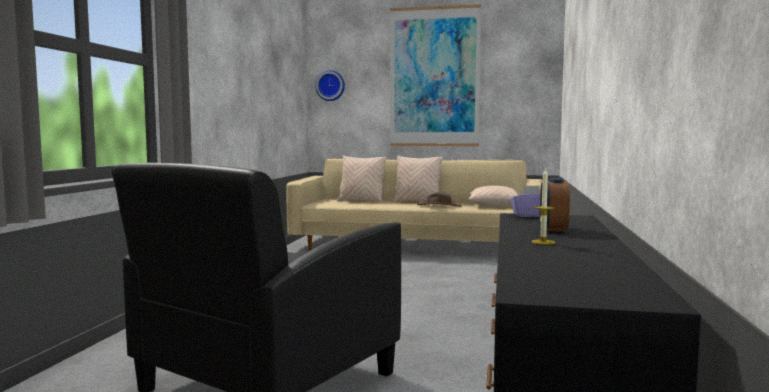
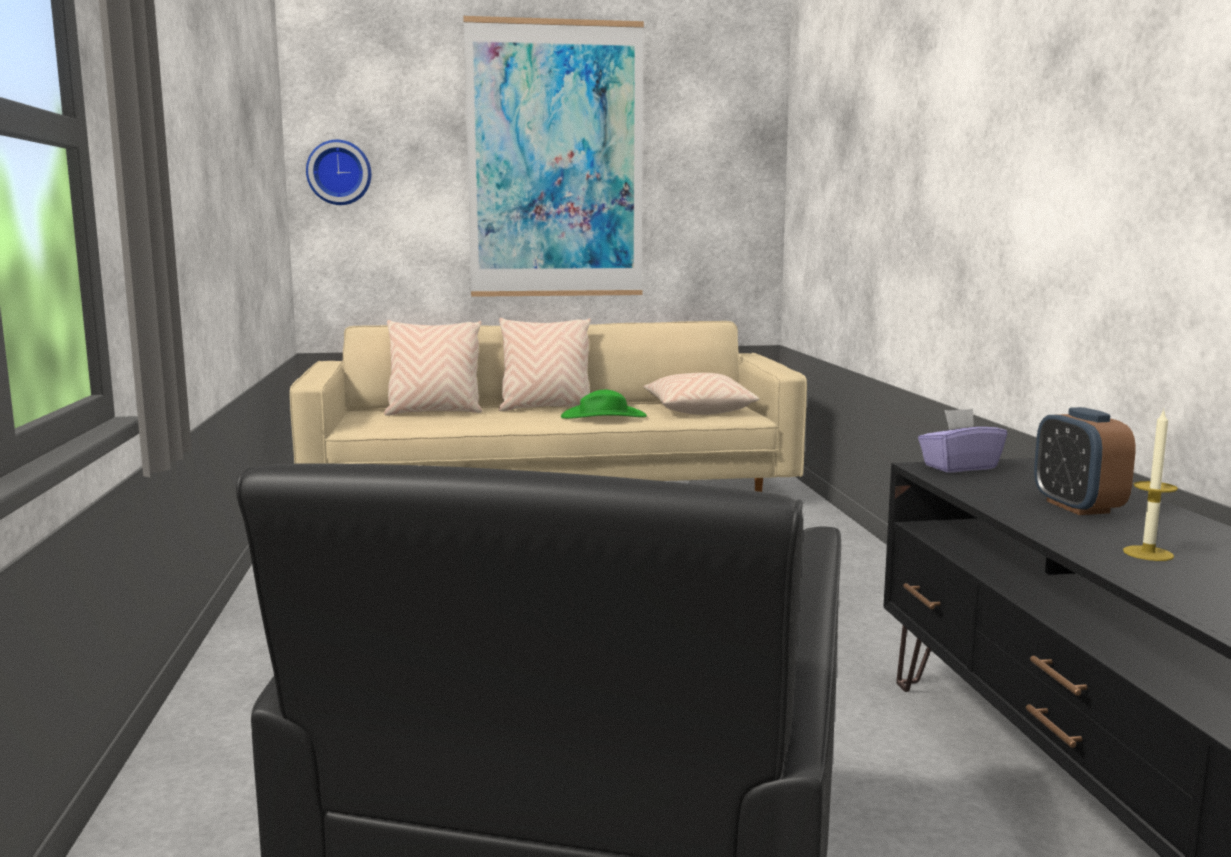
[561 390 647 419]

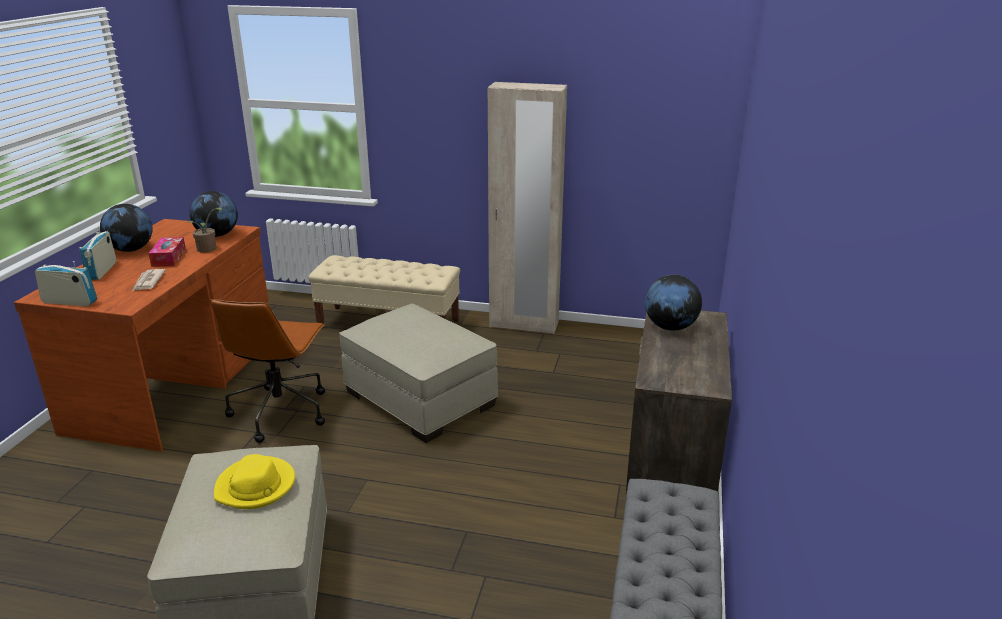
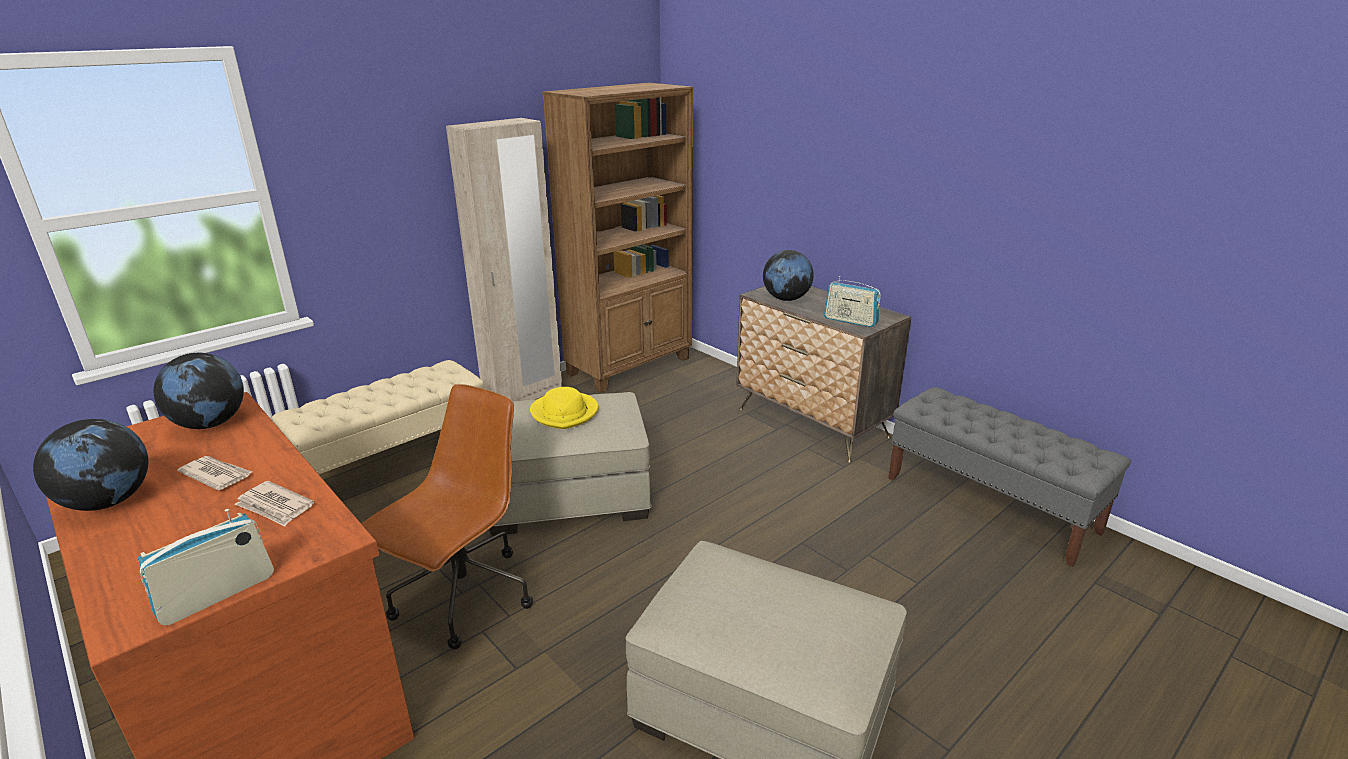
[188 207 223 253] (first image)
[824 276 881 327]
[177 456 252 490]
[361 384 533 650]
[530 387 598 429]
[542 83 693 393]

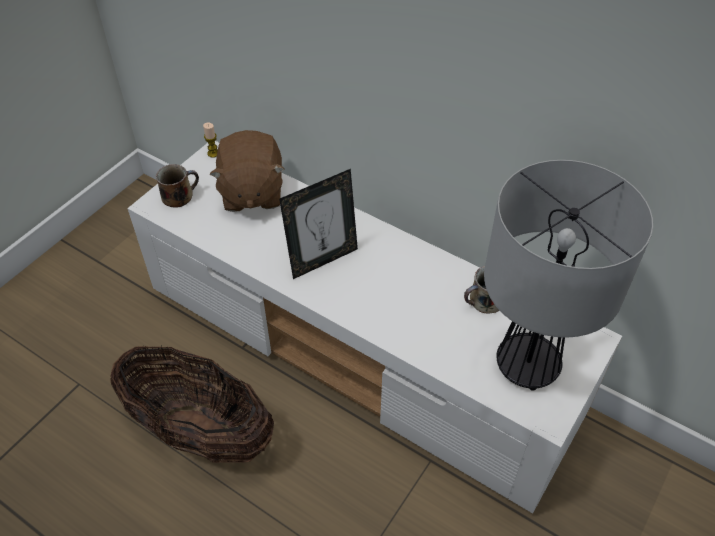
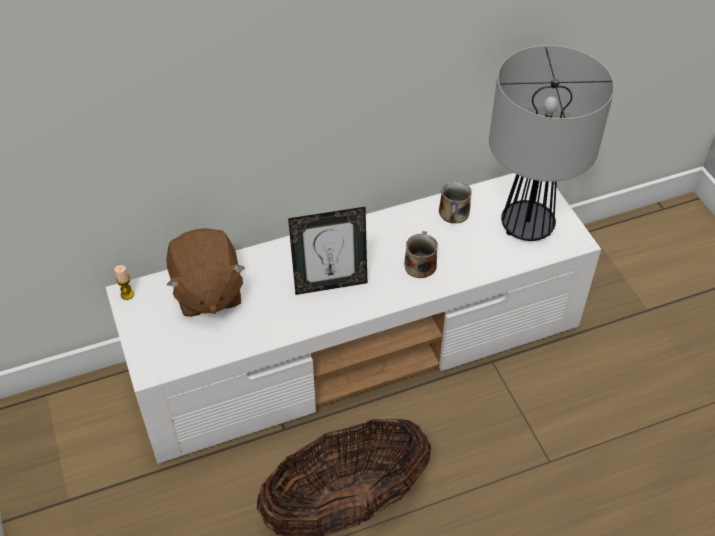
[166 228 245 317]
[404 231 438 278]
[288 207 367 295]

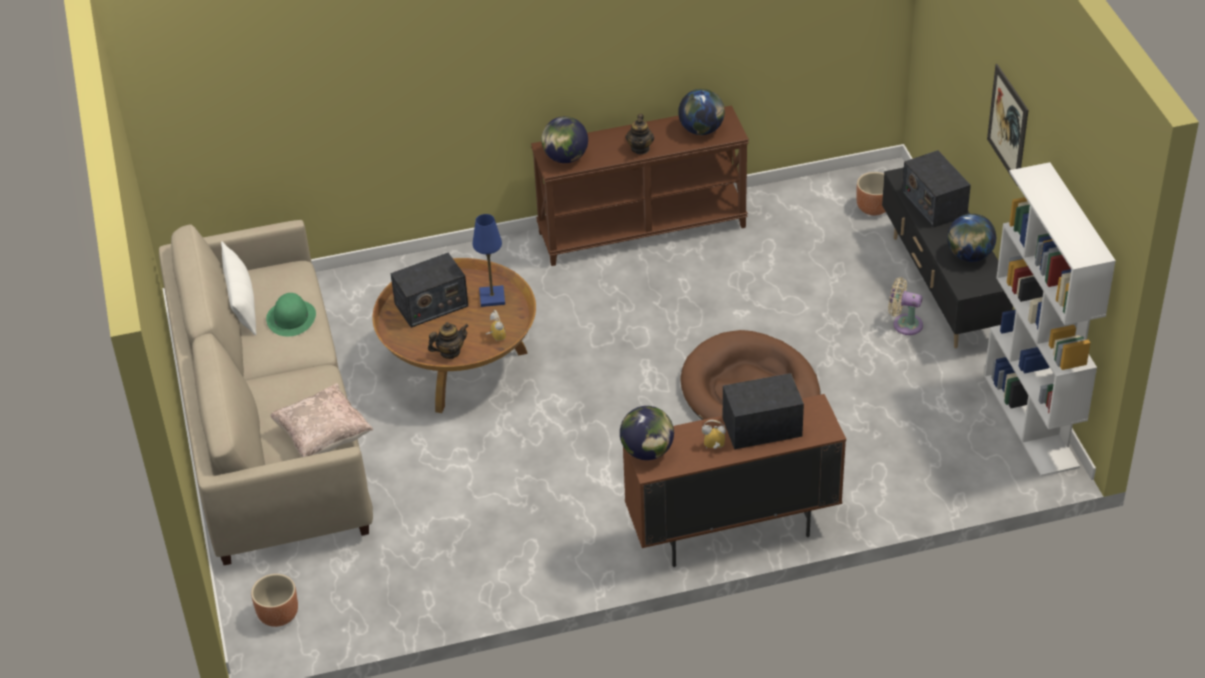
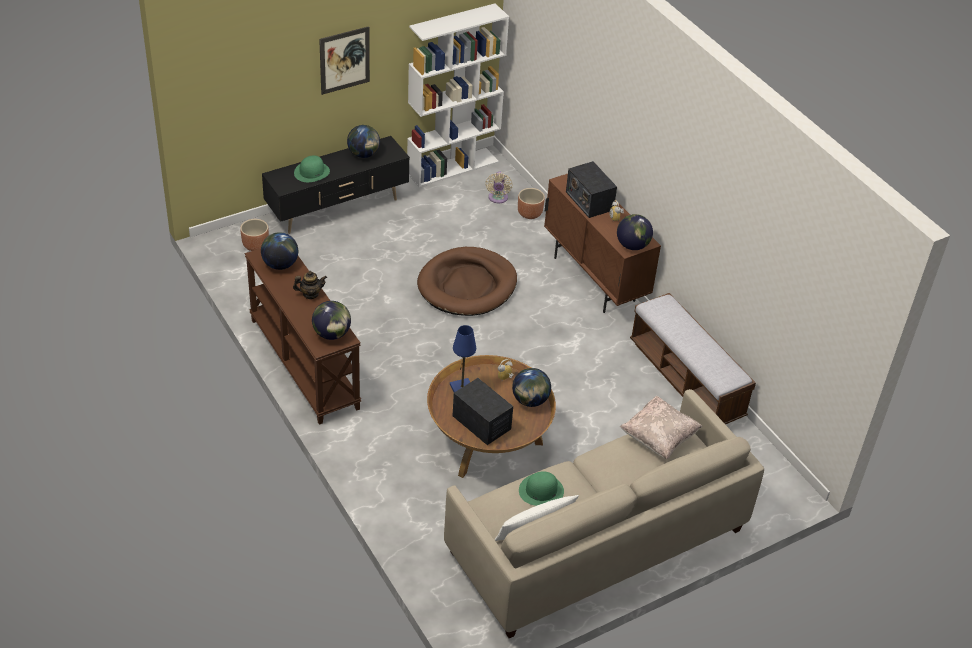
[294 155 330 182]
[485 172 512 203]
[512 368 551 407]
[518 188 545 219]
[630 293 756 424]

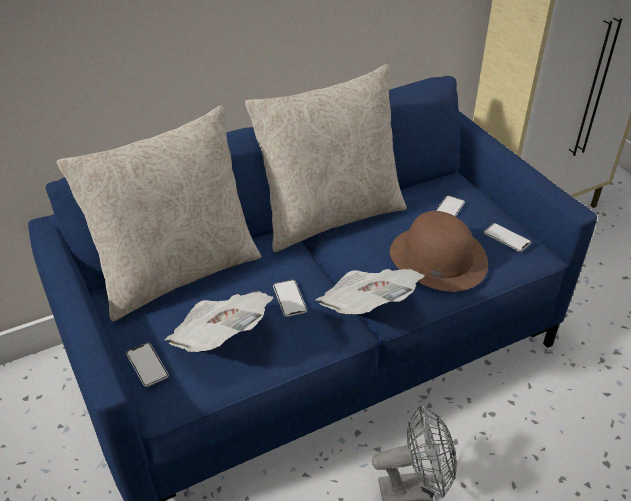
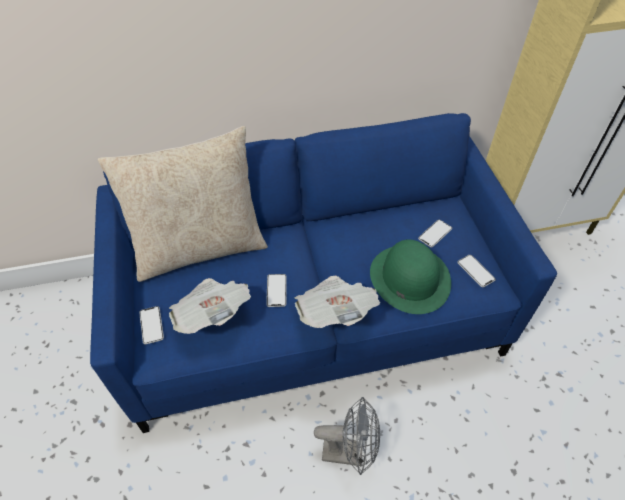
[245 64 407 252] (first image)
[370 239 451 314]

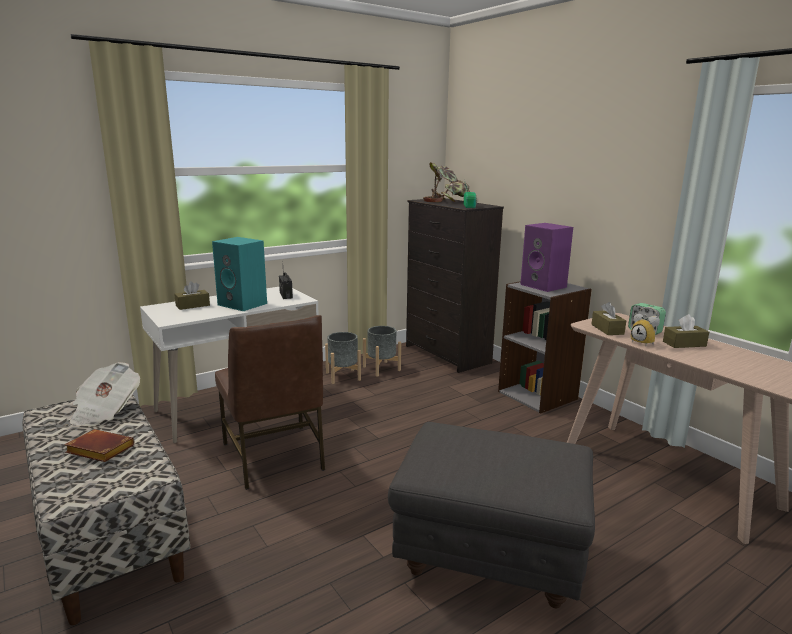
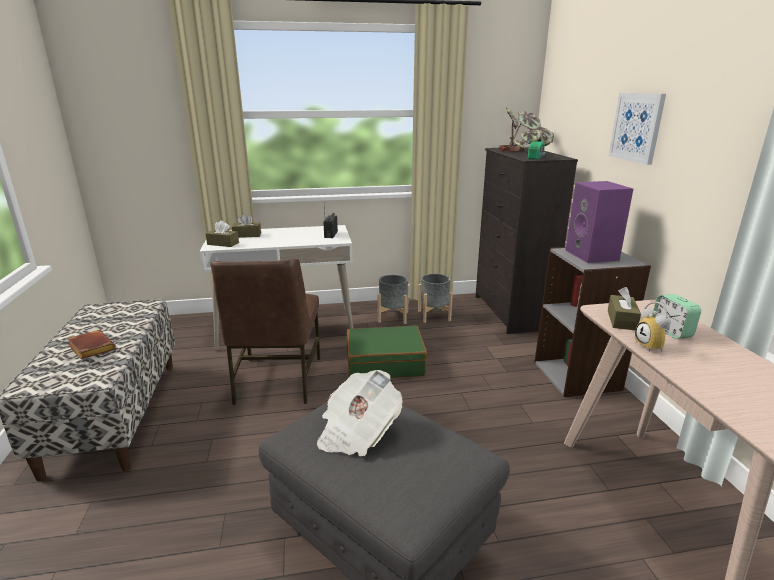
[212 237 267 311] (first image)
[205 221 239 247]
[317 370 403 457]
[609 93 666 165]
[347 325 427 378]

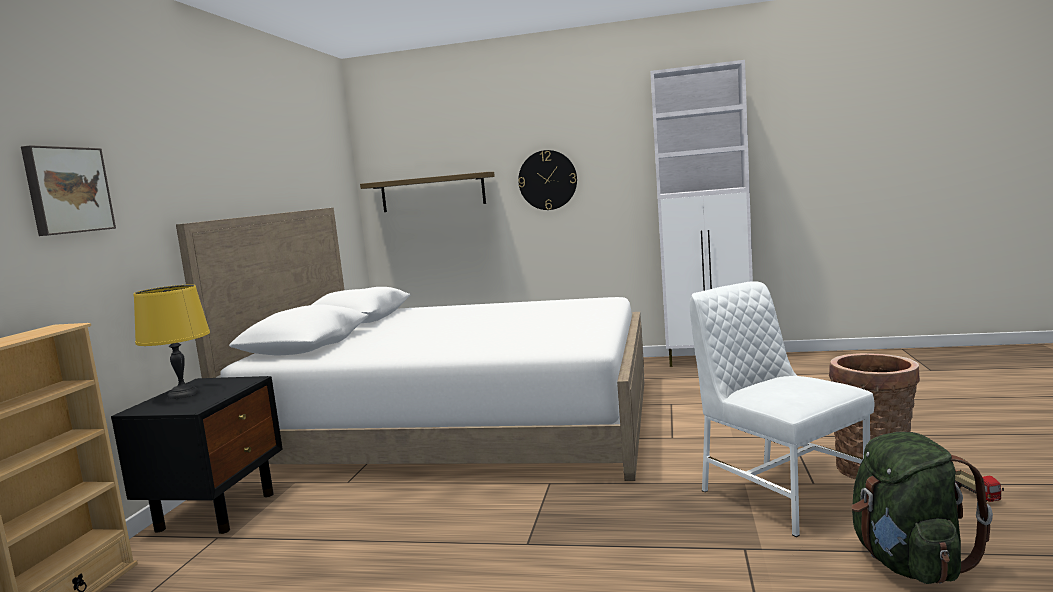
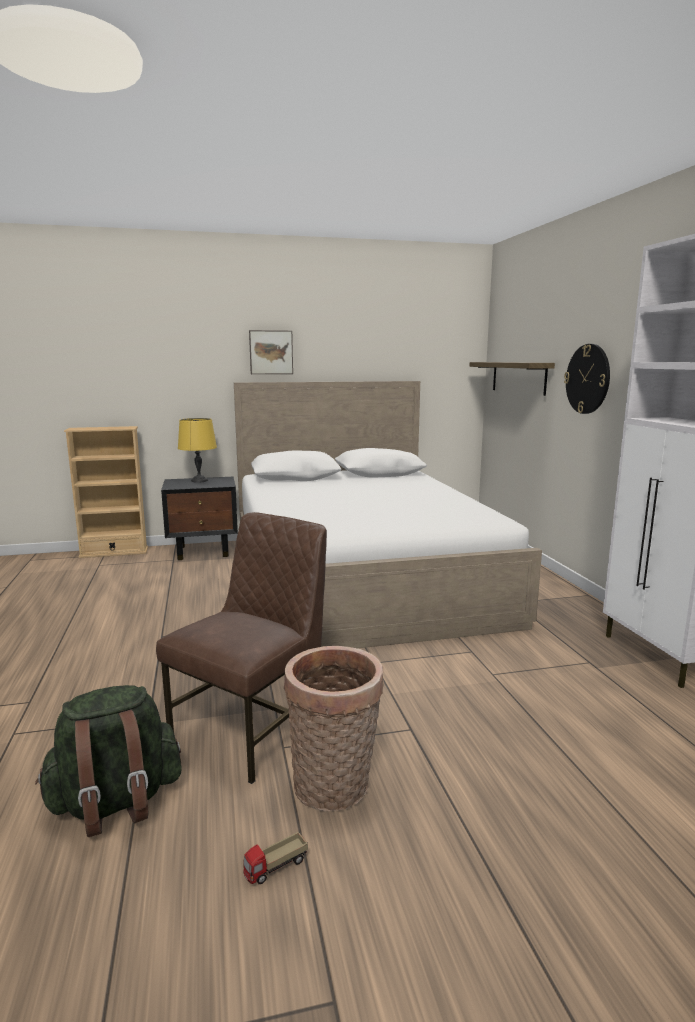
[249 330 293 374]
[156 512 327 784]

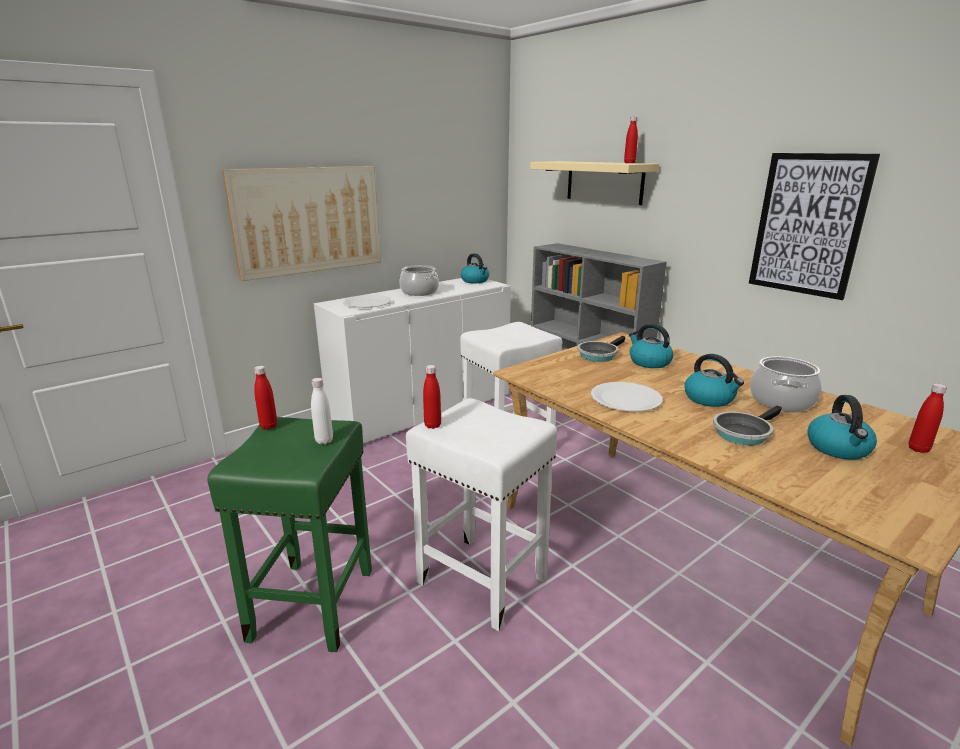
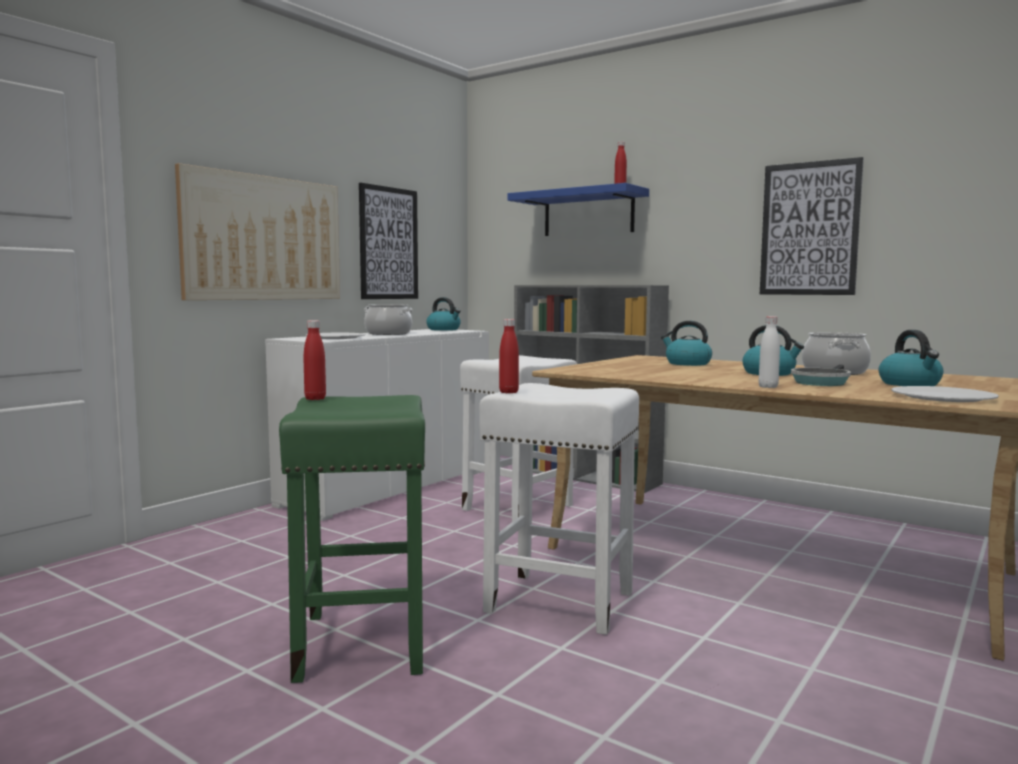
[507 183 649 236]
[578 336 625 362] (first image)
[759 316 780 388]
[891 386 999 402]
[909 384 947 453] (first image)
[359 183 418 299]

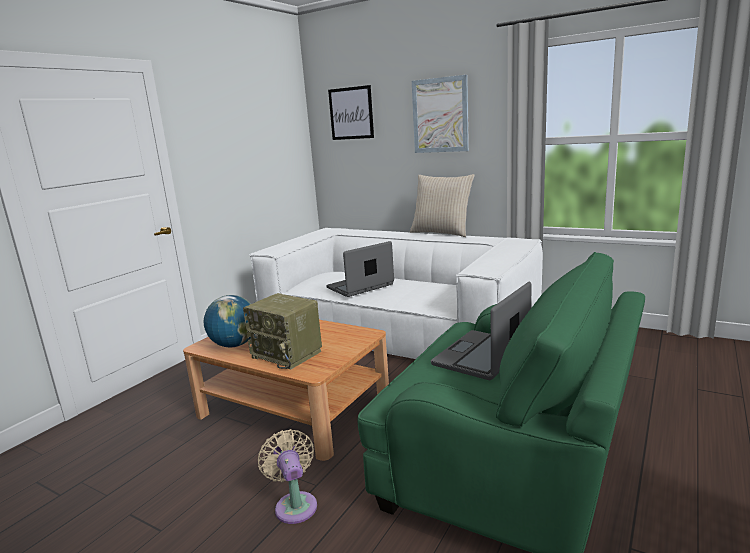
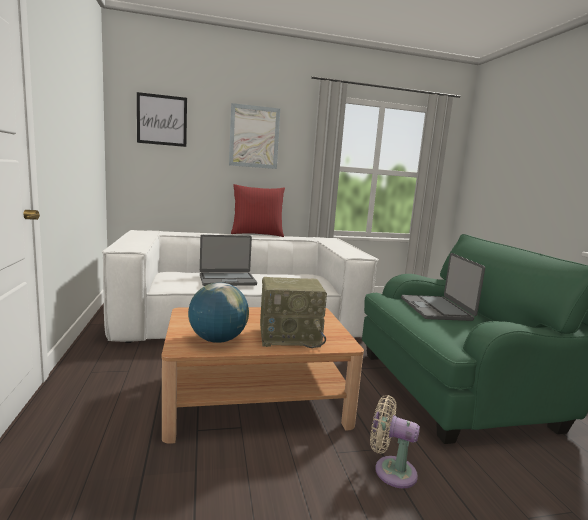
[231 184 285 237]
[200 235 257 286]

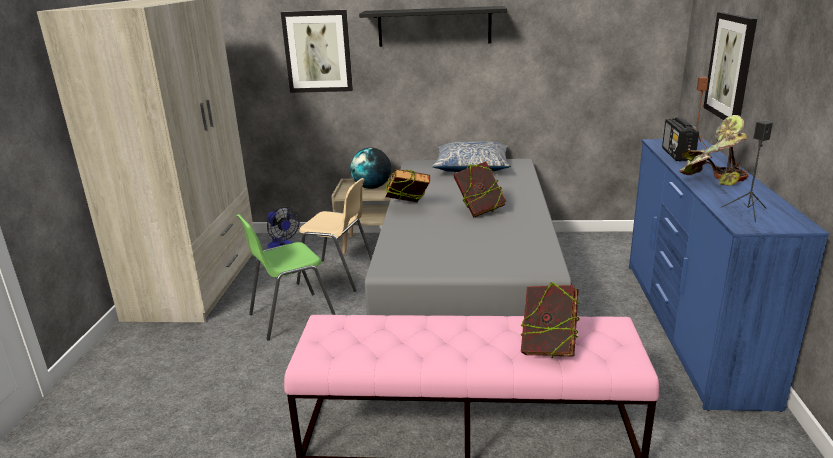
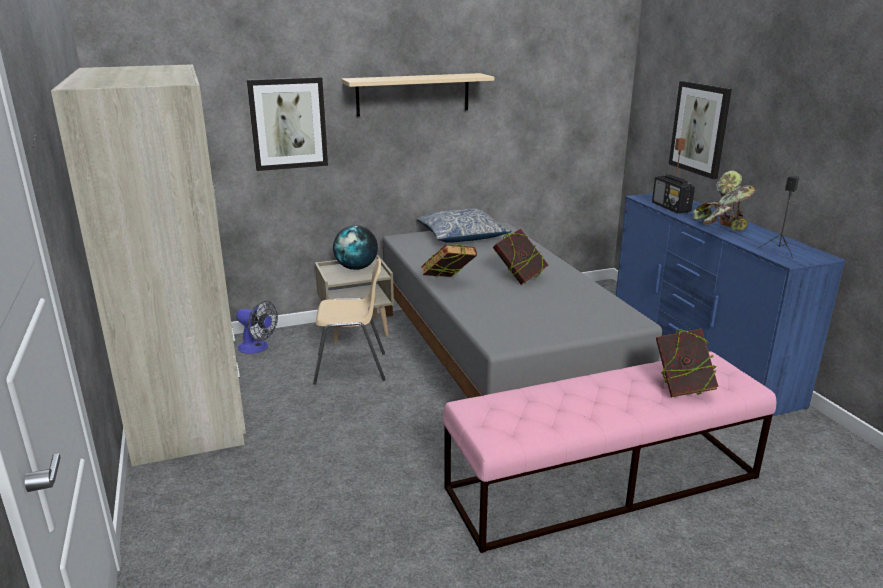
[341 73 494 116]
[237 214 336 341] (first image)

